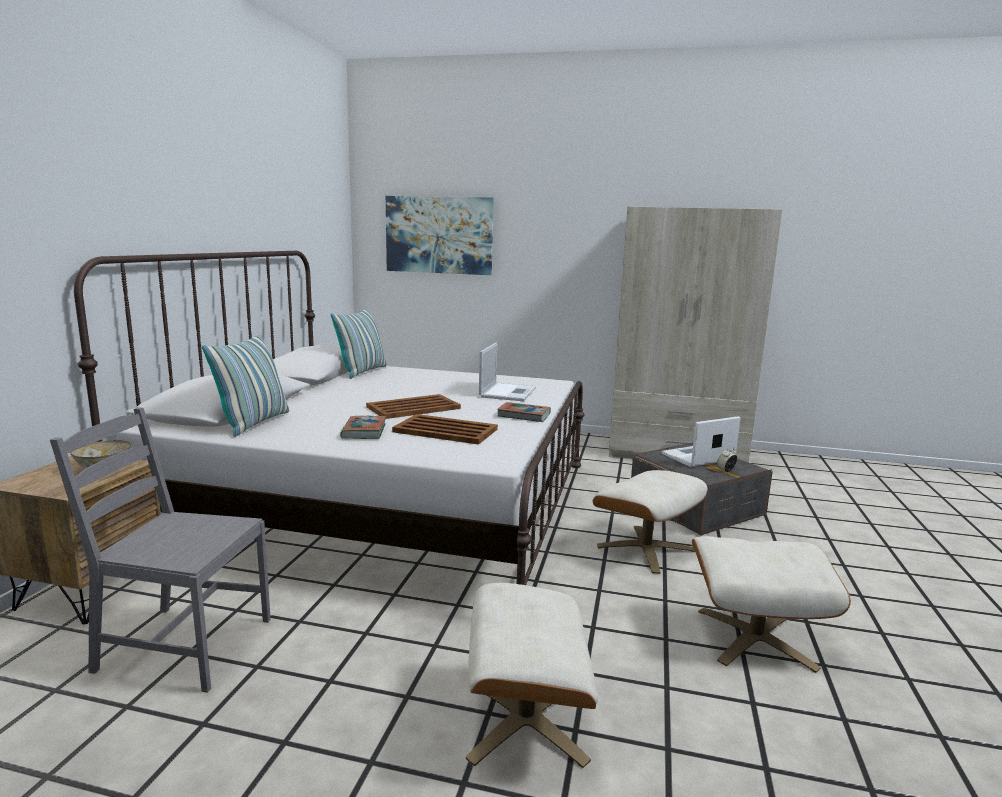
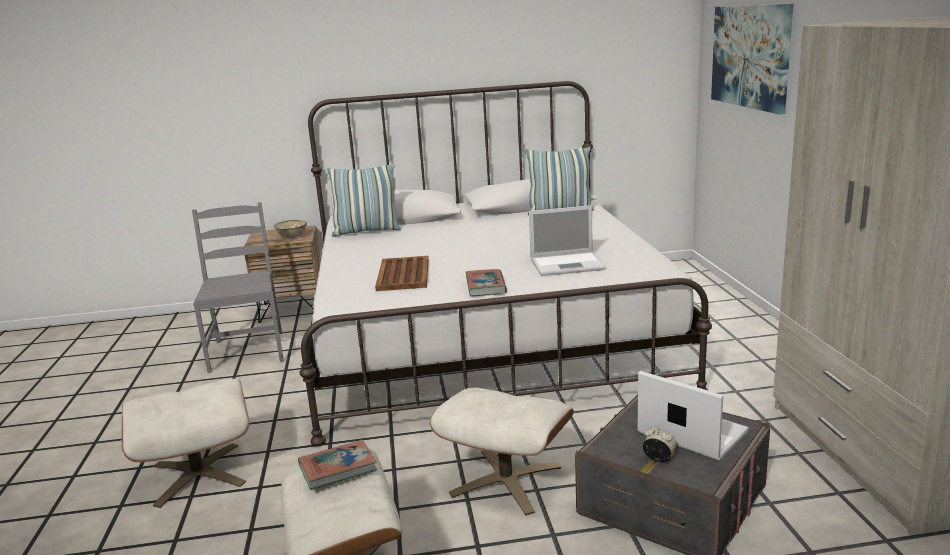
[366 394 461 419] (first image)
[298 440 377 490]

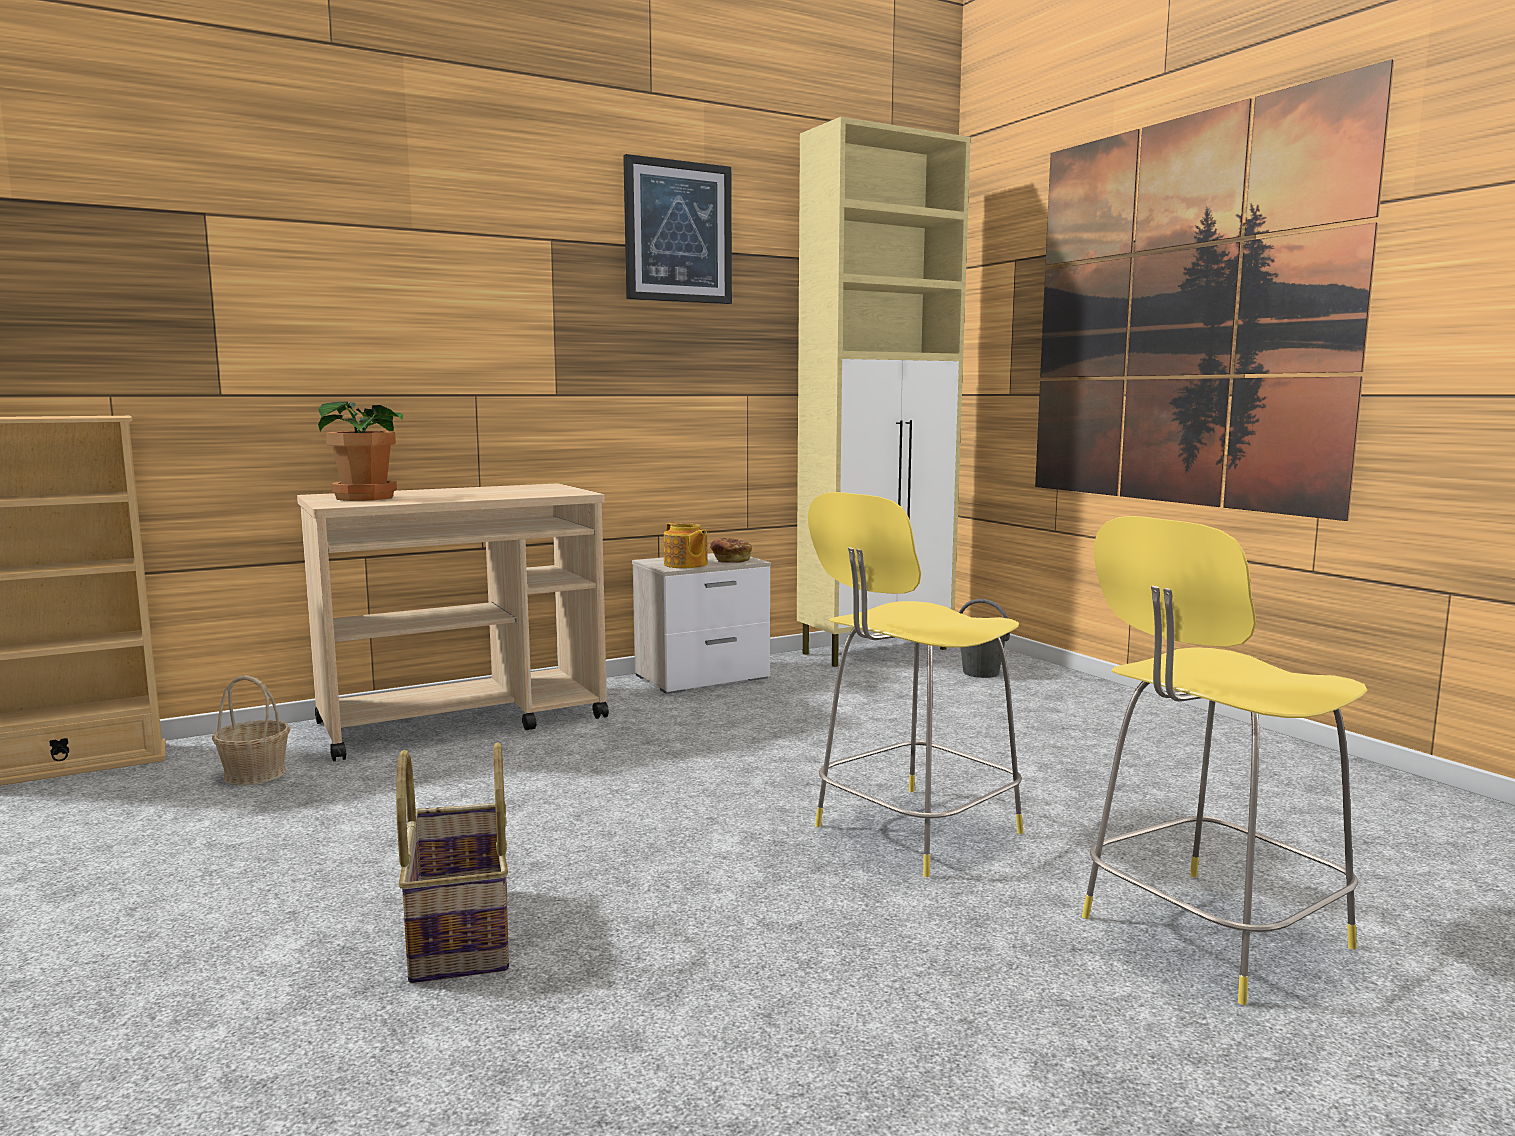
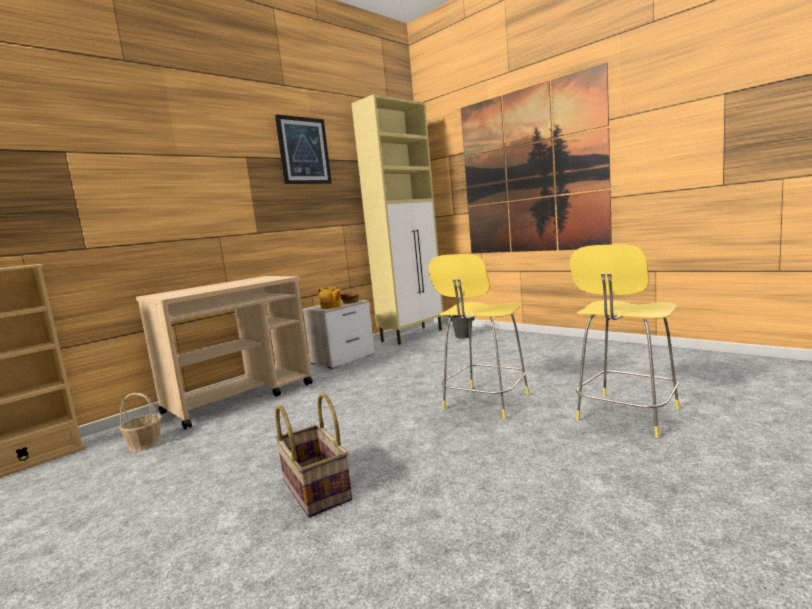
[318 401 403 501] (first image)

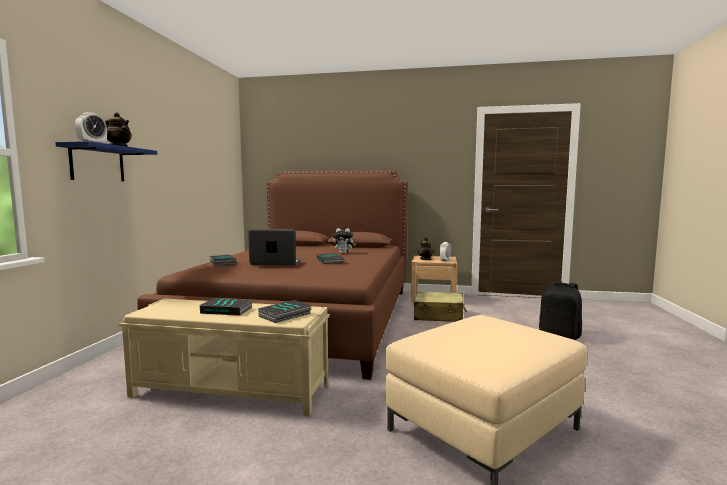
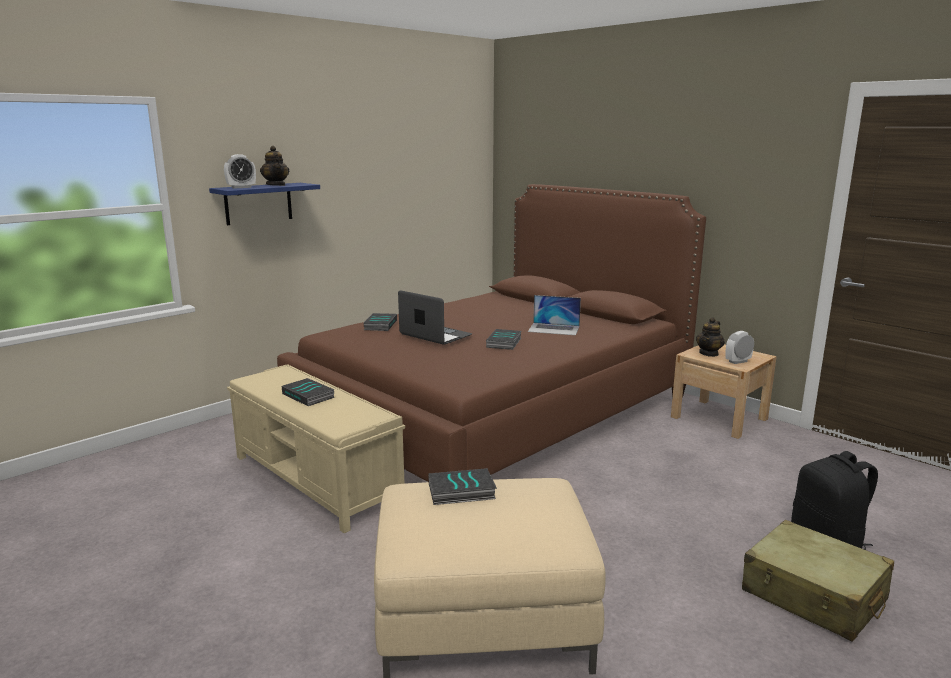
[528 295 581 335]
[742 520 894 642]
[428 468 497 505]

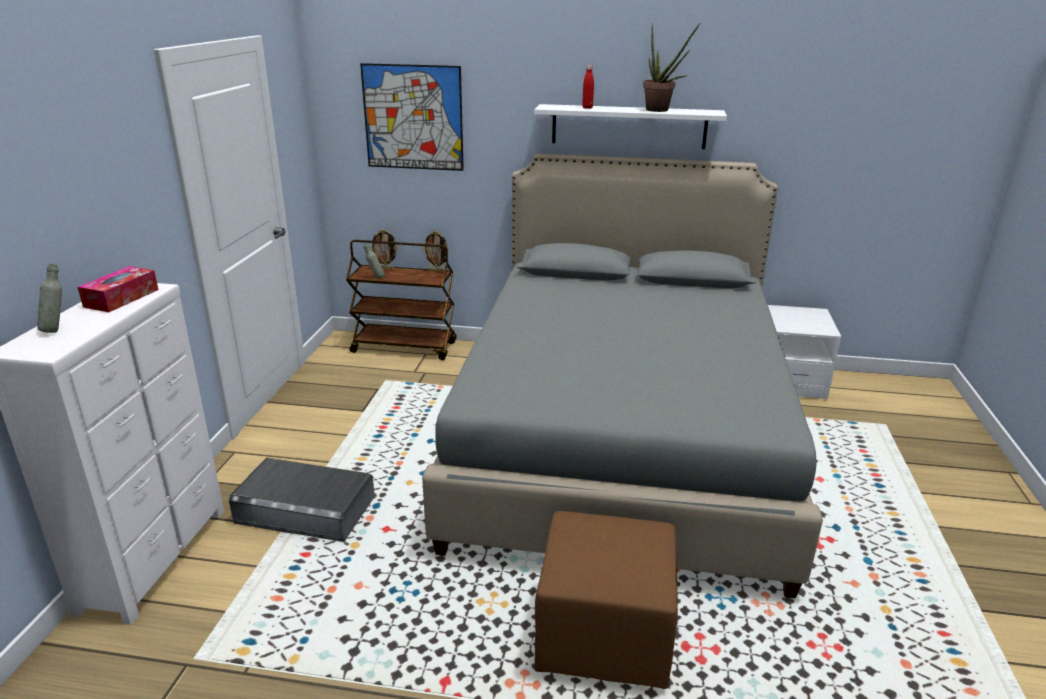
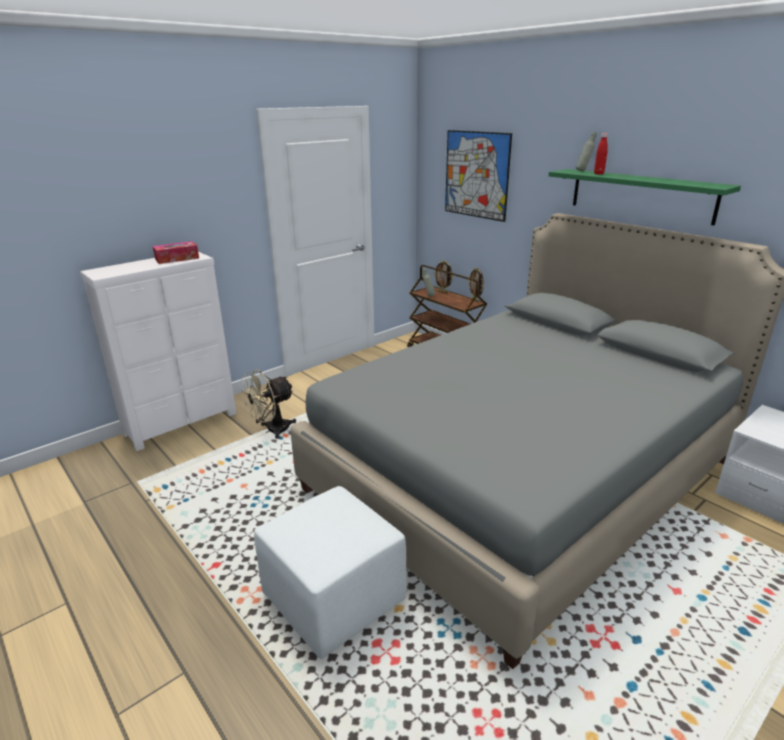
[643 23 700 112] (first image)
[549 169 741 225]
[576 132 597 172]
[241 370 296 439]
[254 486 406 659]

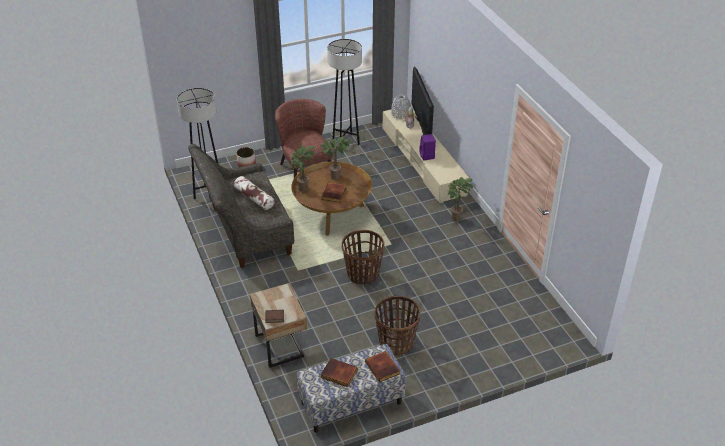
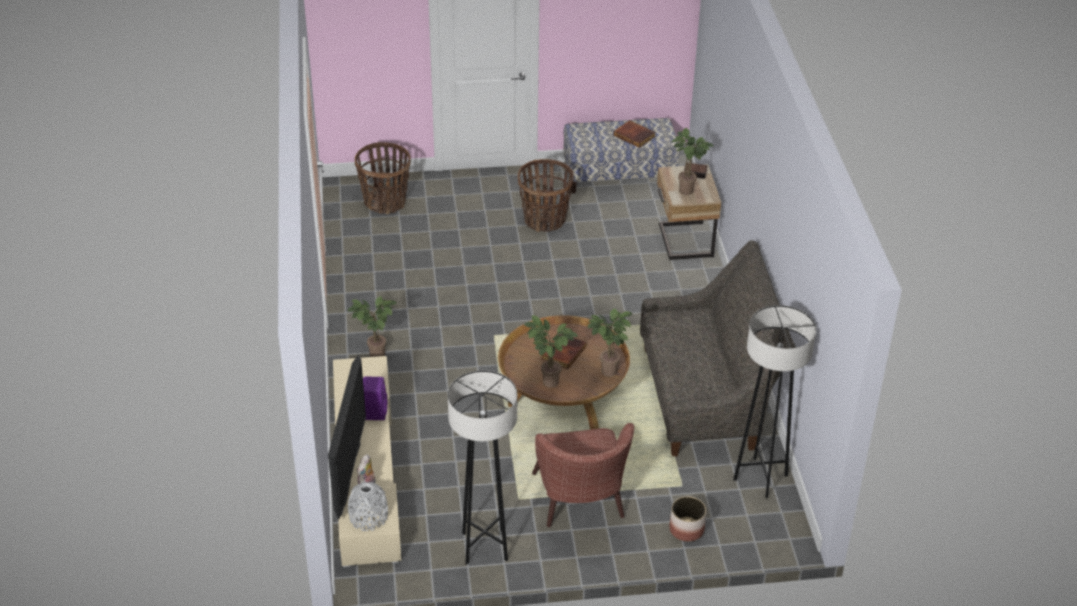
[234 176 275 210] (first image)
[355 142 411 214]
[365 351 400 382] (first image)
[671 128 714 195]

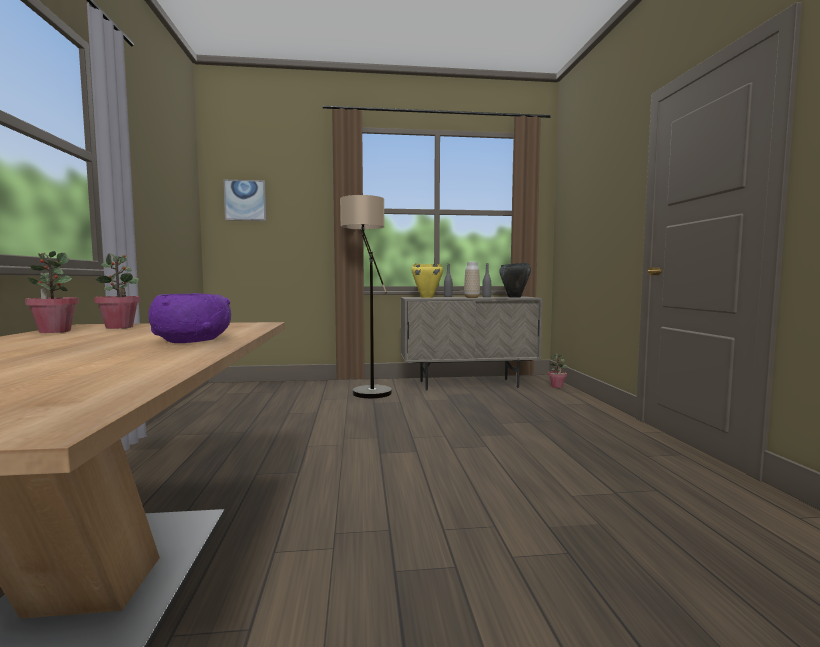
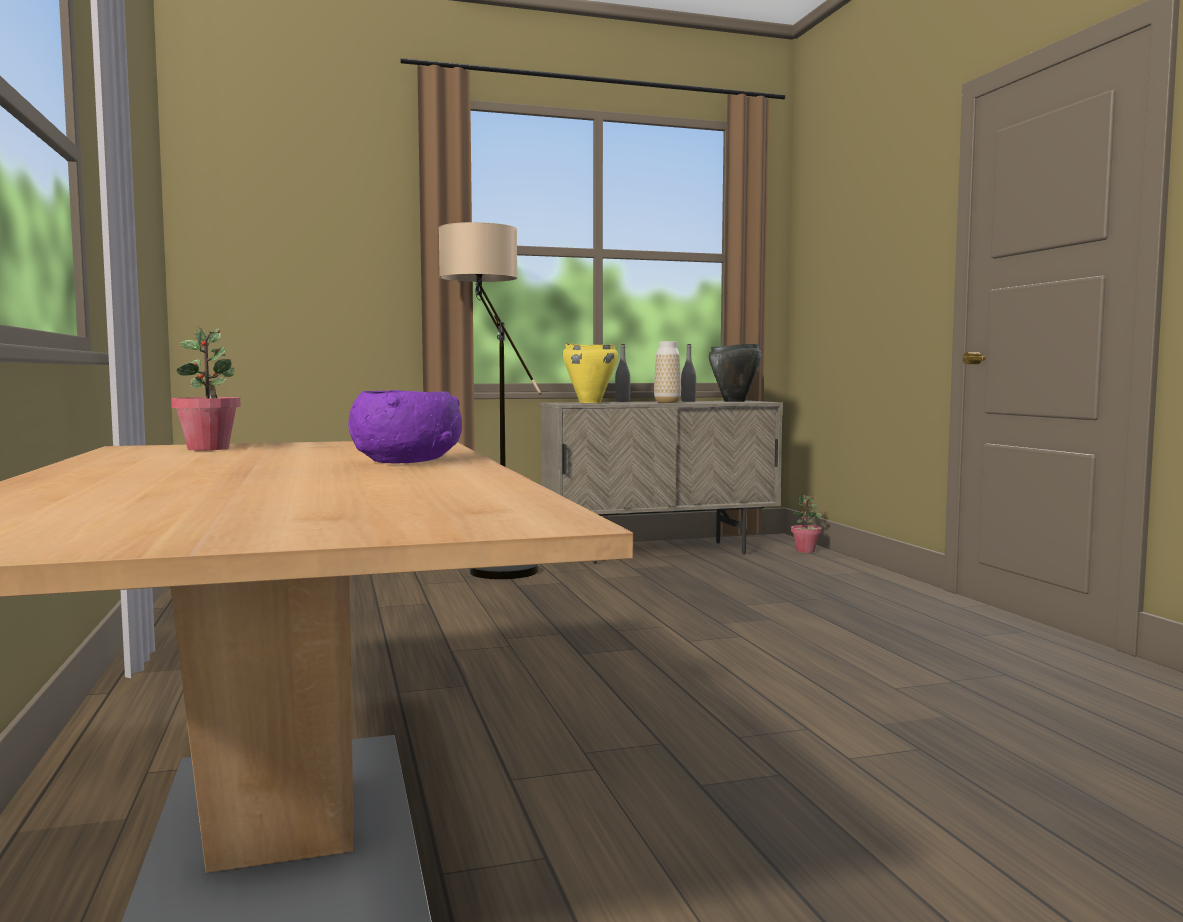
[224 180 266 221] (first image)
[25 251 79 333] (first image)

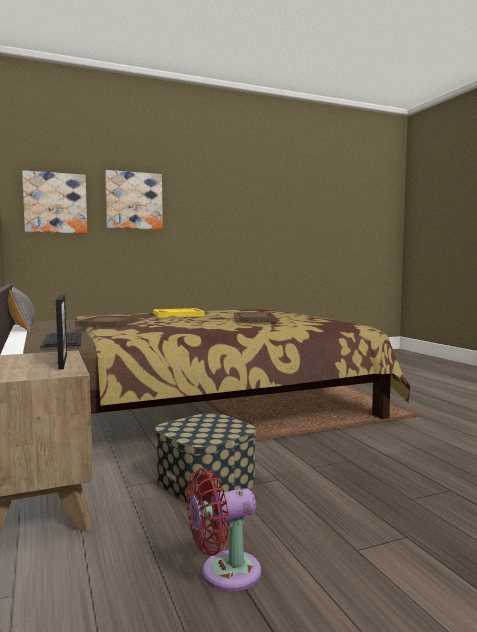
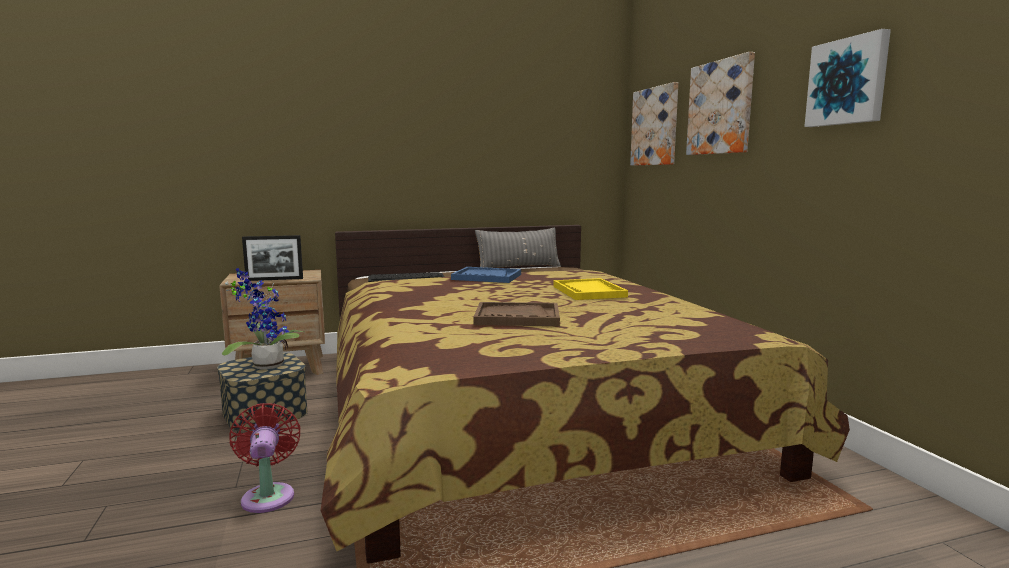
[451 267 521 283]
[229 403 300 513]
[804 29 891 127]
[222 268 306 370]

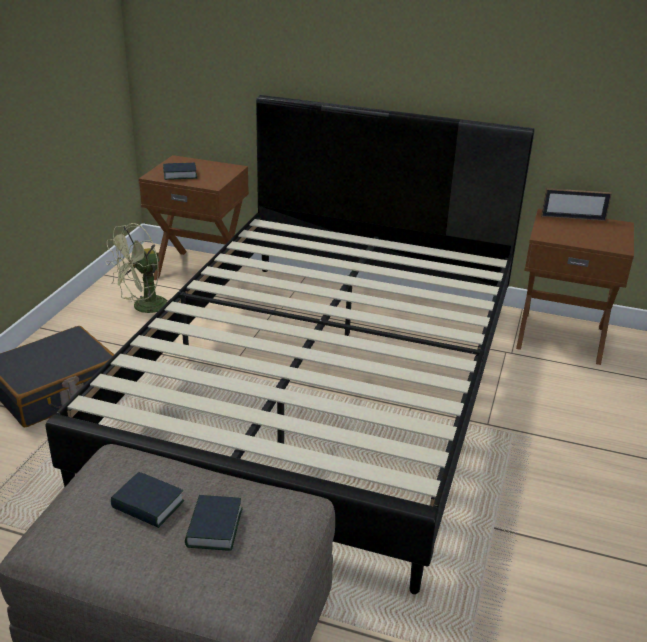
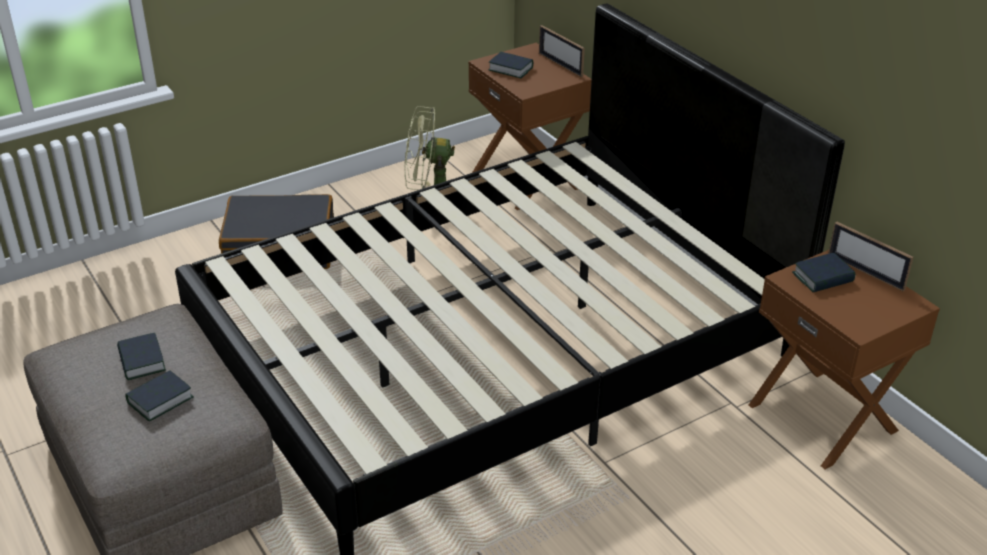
[539 25 585 77]
[792 253 855 292]

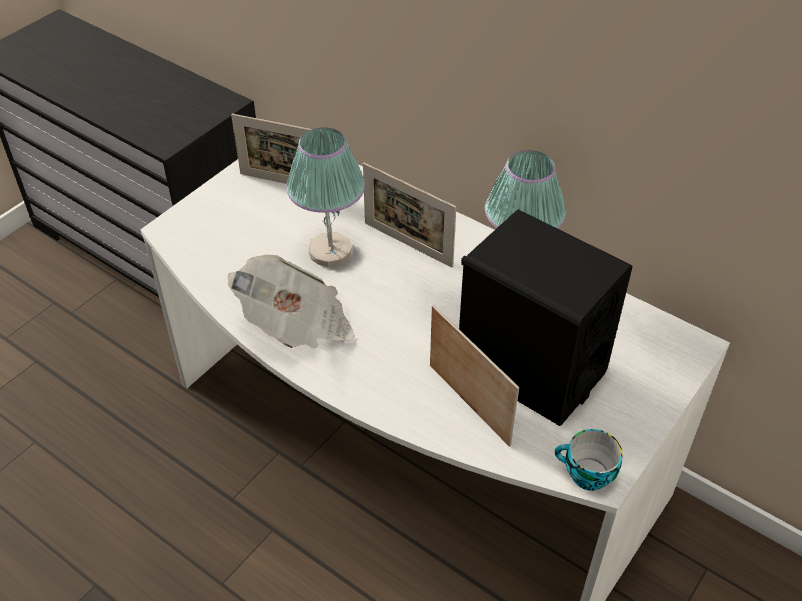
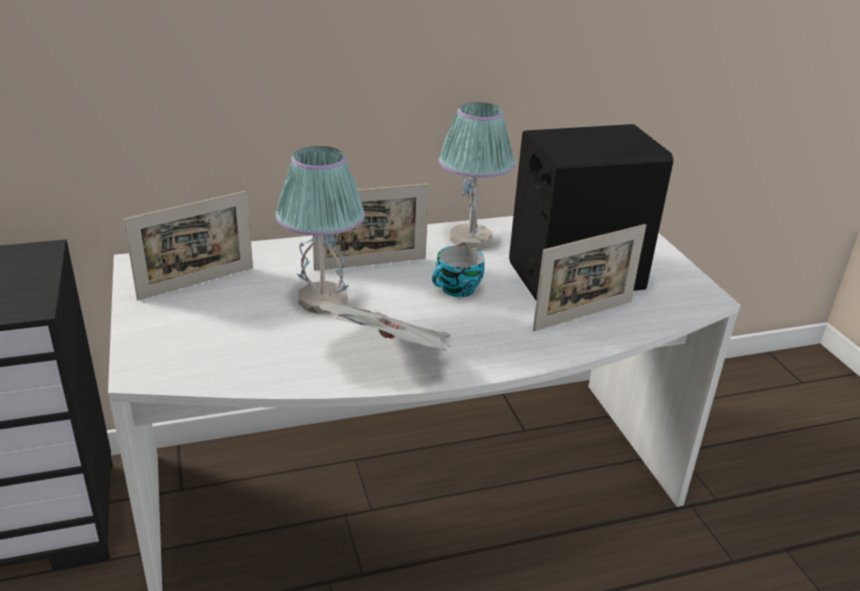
[533 224 646 331]
[432 245 485 297]

